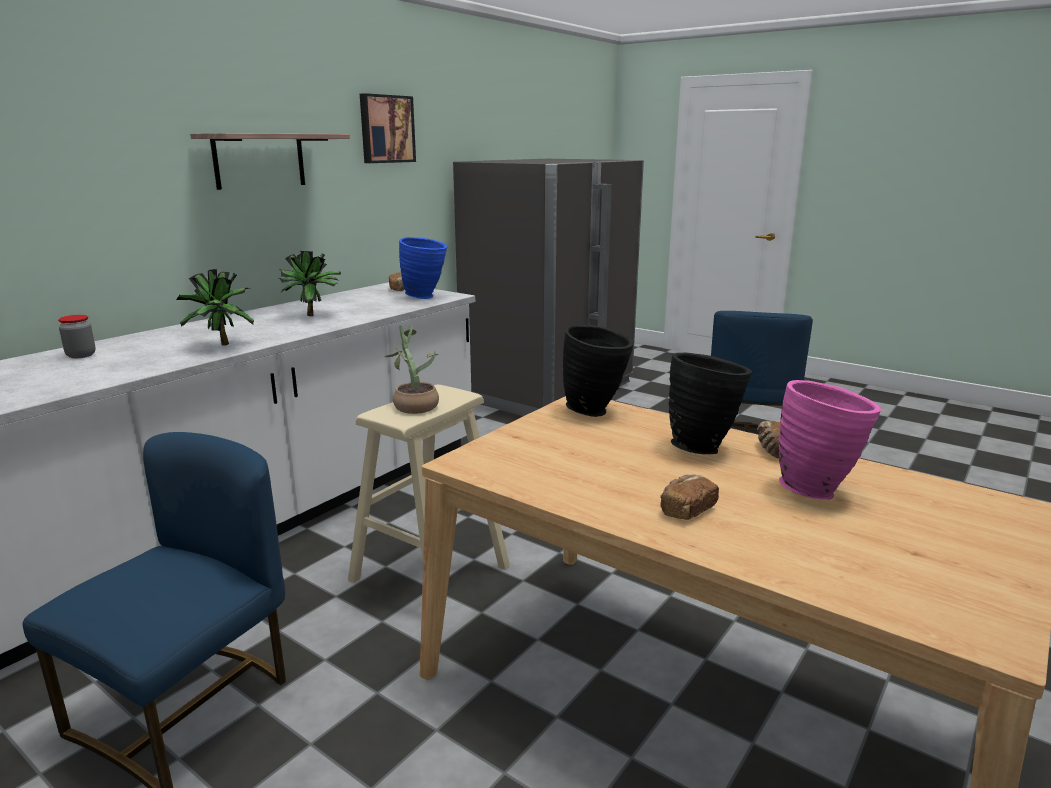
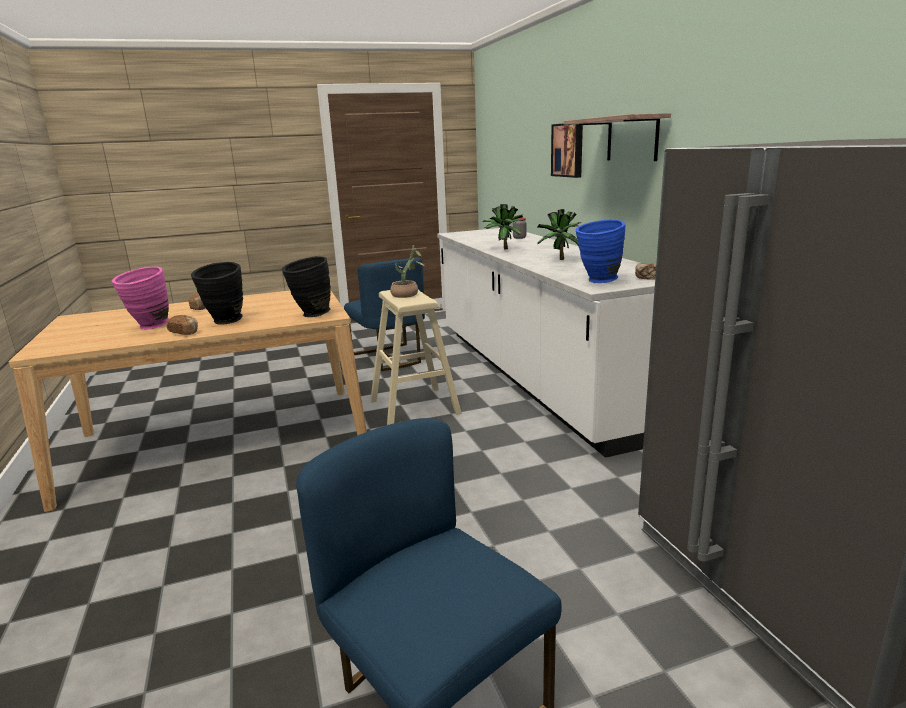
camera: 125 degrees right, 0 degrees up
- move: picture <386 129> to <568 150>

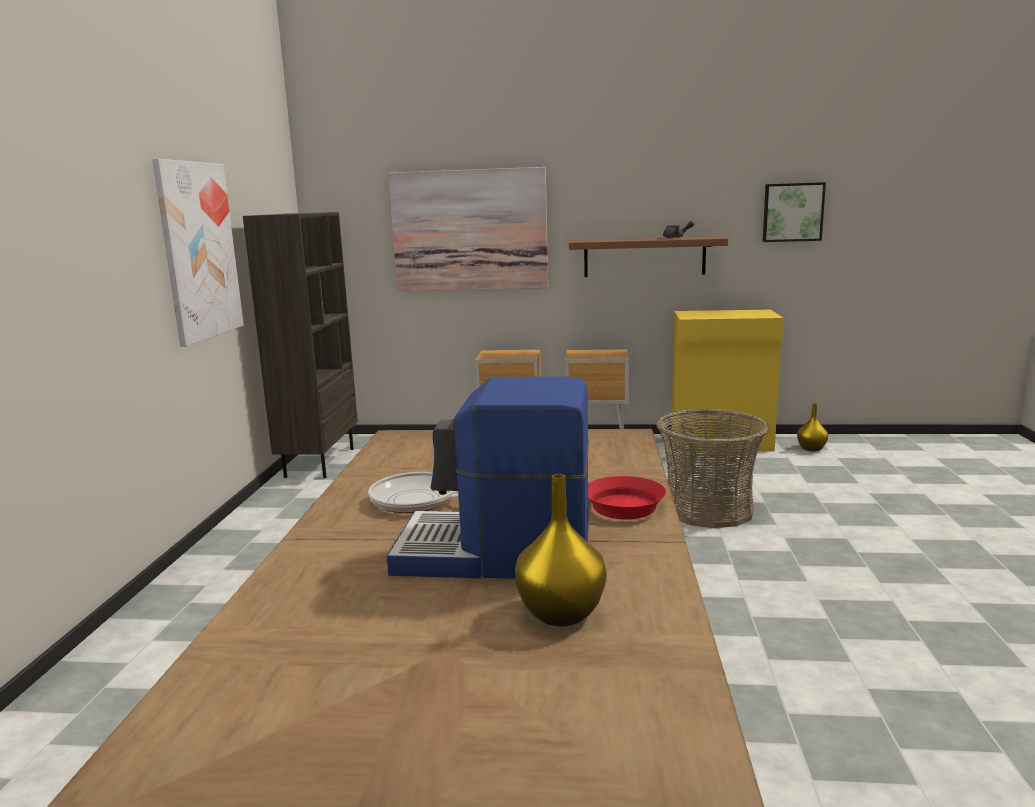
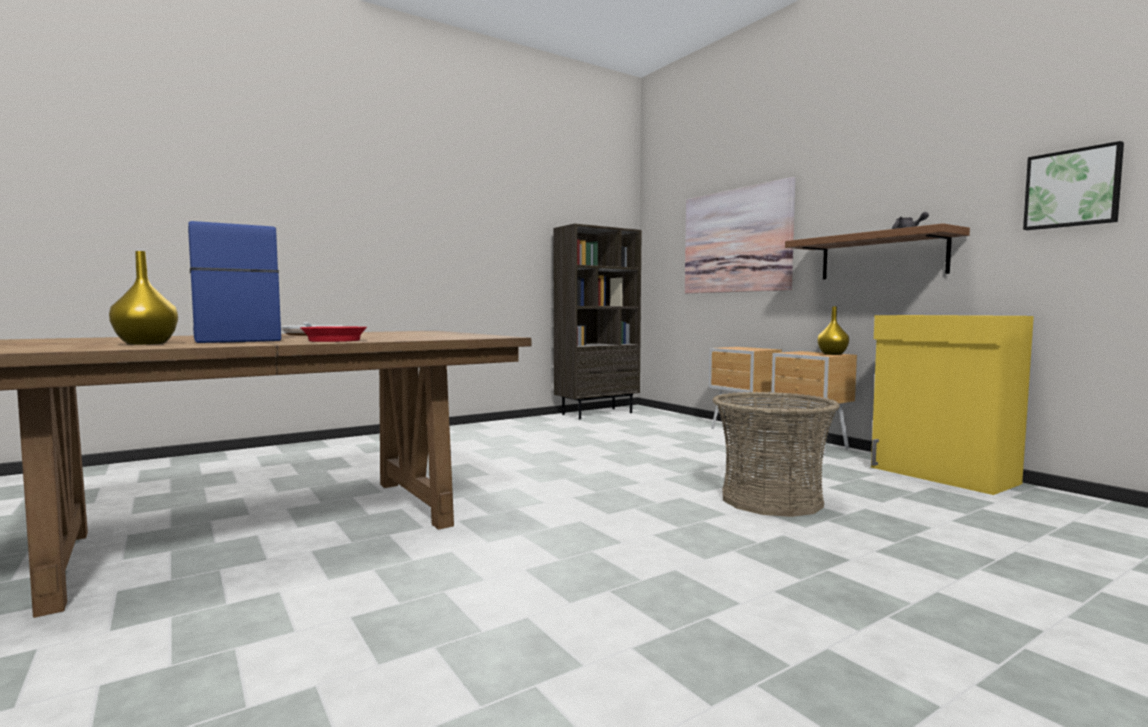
camera: 50 degrees right, 10 degrees down
- delete: picture <198 251>
- move: decorative vase/yellow <811 448> to <833 354>

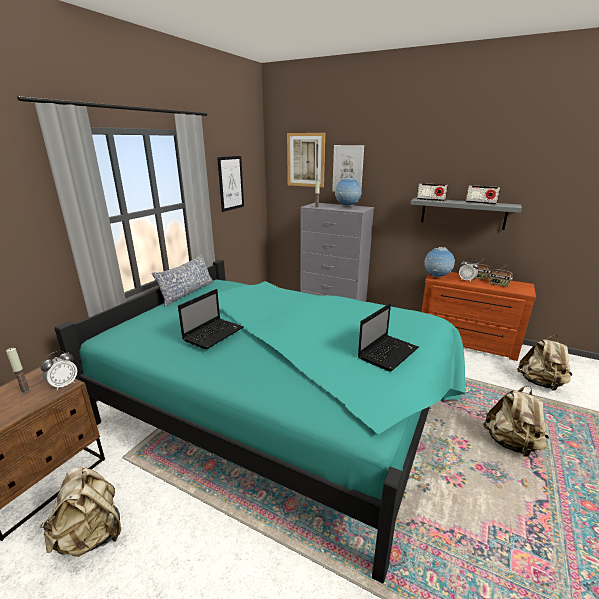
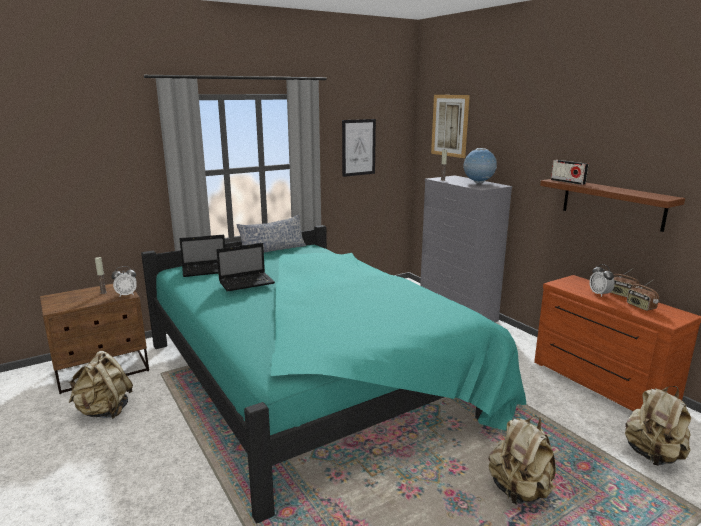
camera: 30 degrees right, 5 degrees down
- delete: picture <347 169>
- delete: radio receiver <481 203>
- recolor: bracket shelf/greyish <463 213> to bracket shelf/brownish <612 203>
- delete: world globe <436 277>
- move: portable computer <388 352> to <206 270>

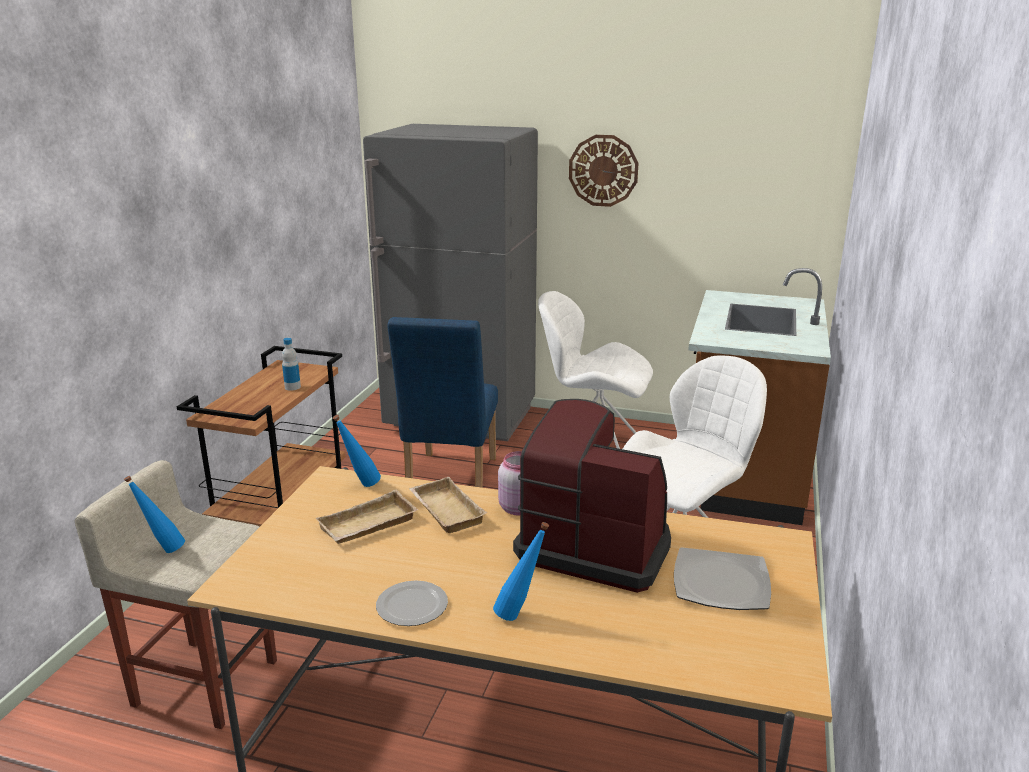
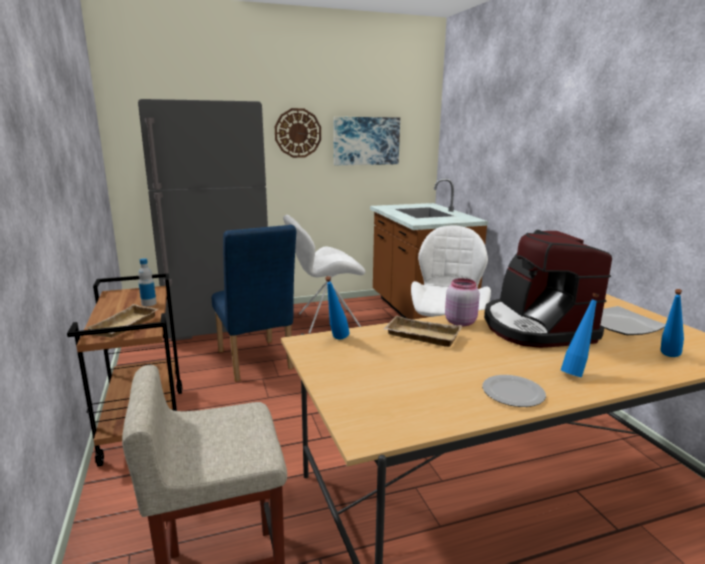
camera: 35 degrees left, 5 degrees down
- rotate: coffee maker <595 546> = <536 327> 90 degrees counterclockwise
- move: drink bottle/bluish <162 550> to <667 357>
- move: serving tray/beige <368 526> to <125 326>
- insert: picture <366 141>

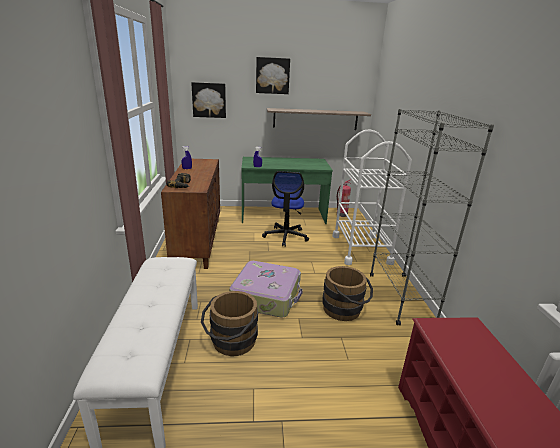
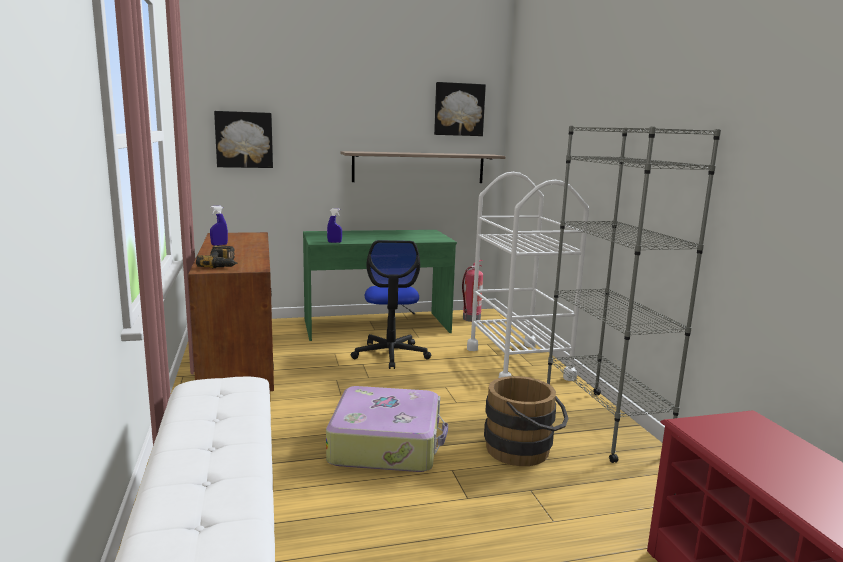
camera: 10 degrees left, 10 degrees down
- move: picture <272 75> to <459 109>
- delete: pail/brownish <231 343>

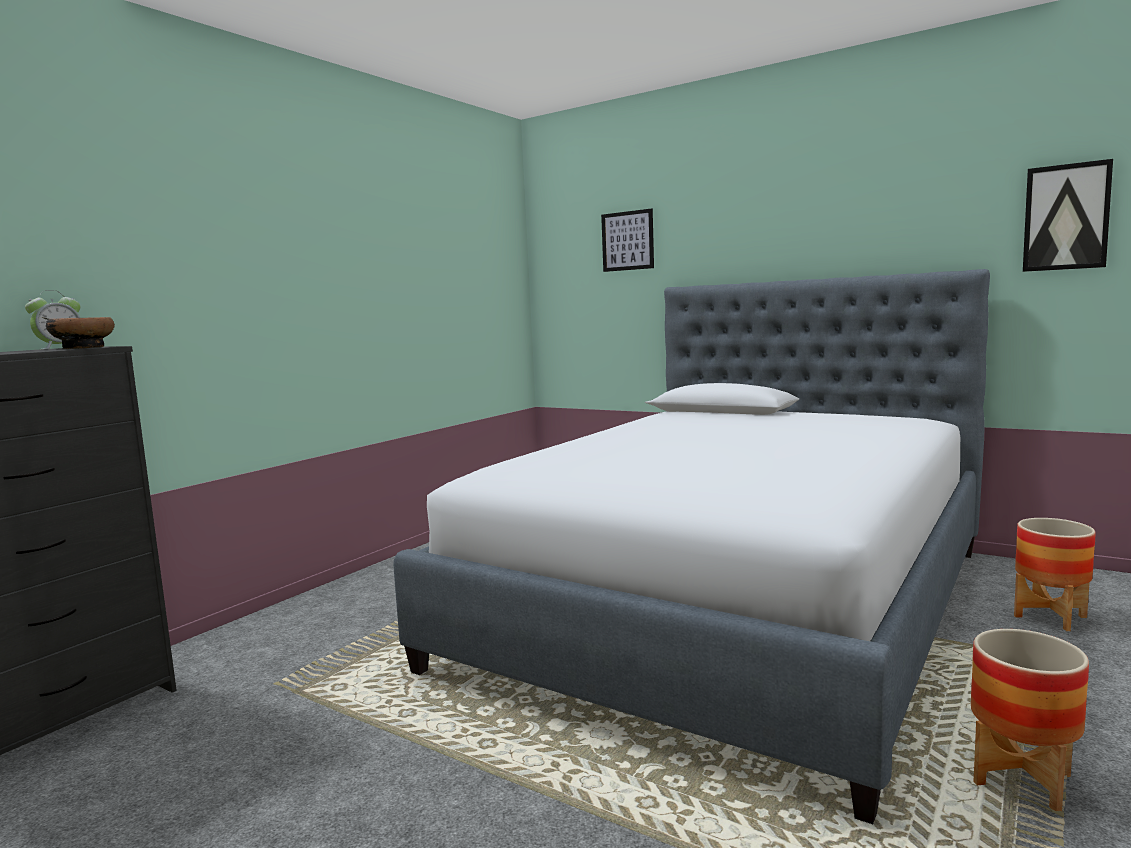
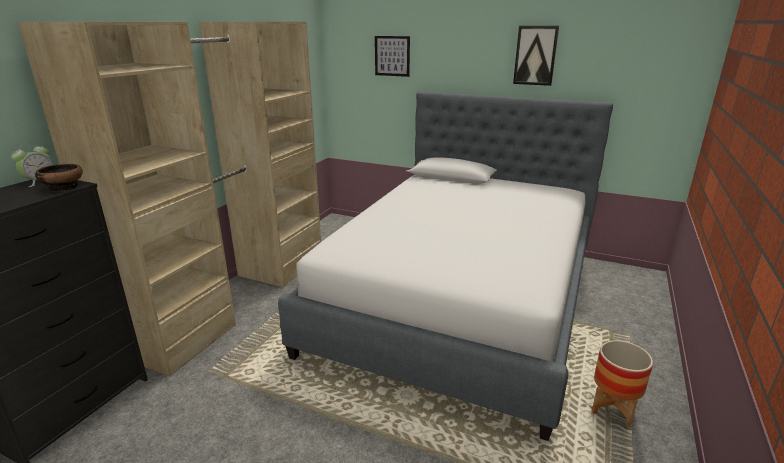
camera: 10 degrees left, 15 degrees up
- move: picture <1066 217> to <535 55>
- delete: plant pot <1050 617>
- insert: clothes cupboard/beige <237 297>

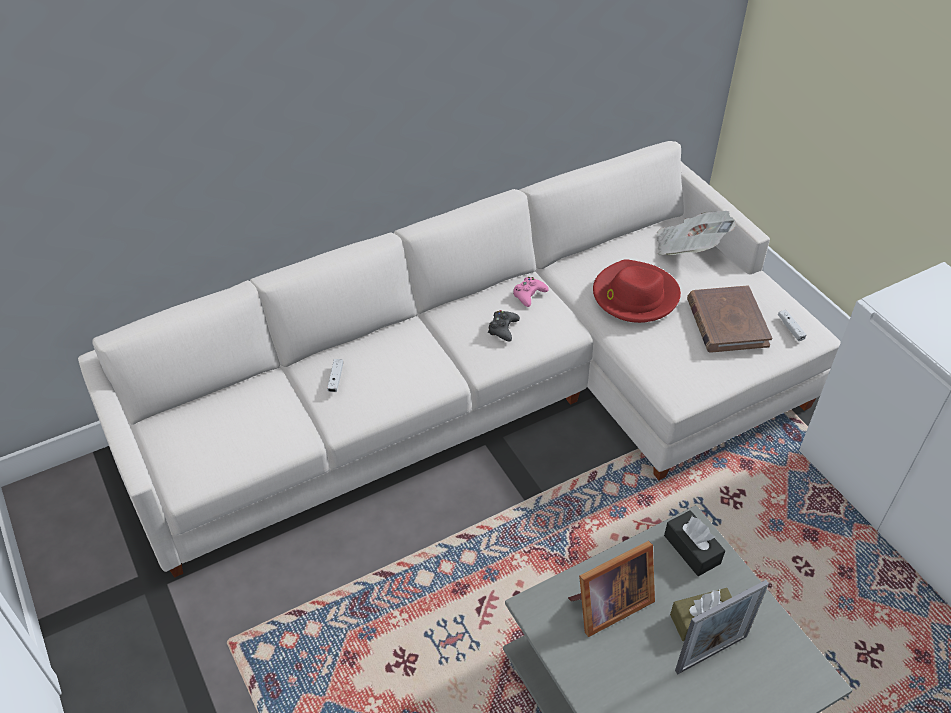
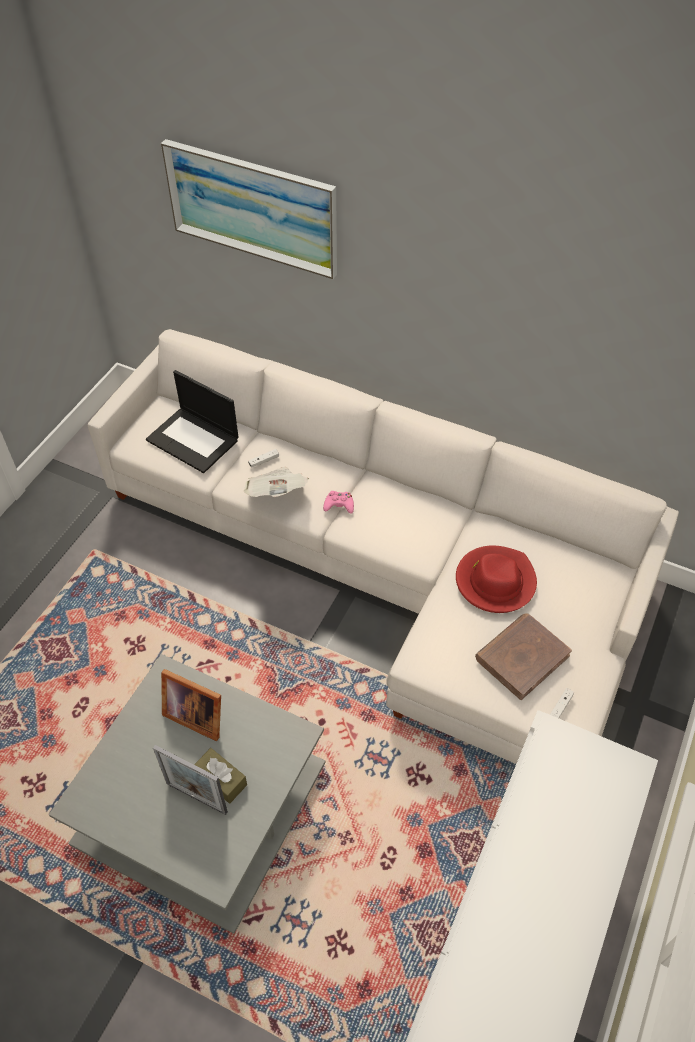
camera: 55 degrees right, 5 degrees up
- move: printed paper <689 248> to <277 493>
- move: gamepad/pink-coloured <529 295> to <339 505>
- delete: gamepad/black-coloured <503 329>
- delete: box of tissues/black-coloured <692 549>
- insert: picture <252 207>
- insert: portable computer <194 440>

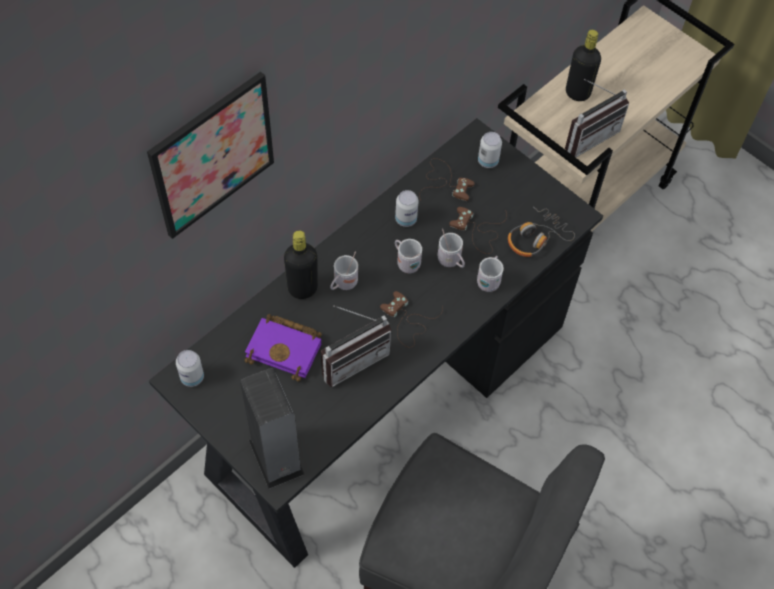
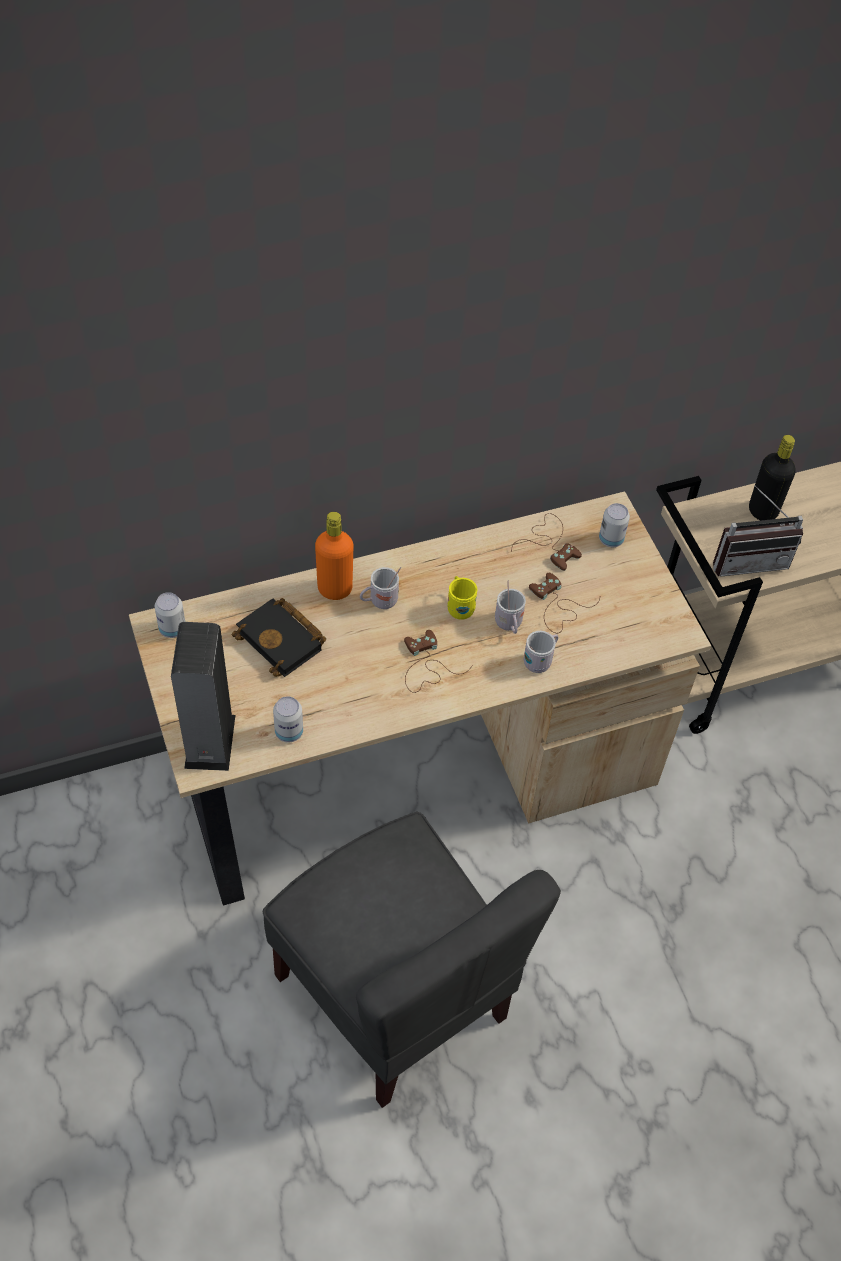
camera: 25 degrees right, 5 degrees down
- delete: picture <212 155>
- recolor: desk unit/black-coloured <380 399> to desk unit/beige <410 774>
- move: metal can <406 219> to <289 732>
- delete: headphones <536 238>
- recolor: drink bottle/black-coloured <302 288> to drink bottle/orange <335 589>
- recolor: mug/whitish <406 262> to mug/yellow <459 607>
- delete: radio receiver <352 358>
- recolor: book/purple <286 349> to book/black-coloured <283 641>

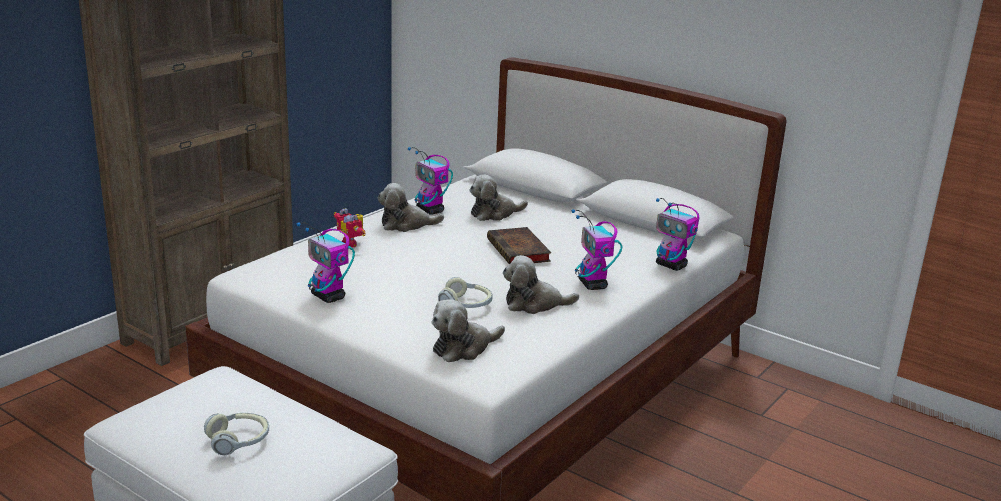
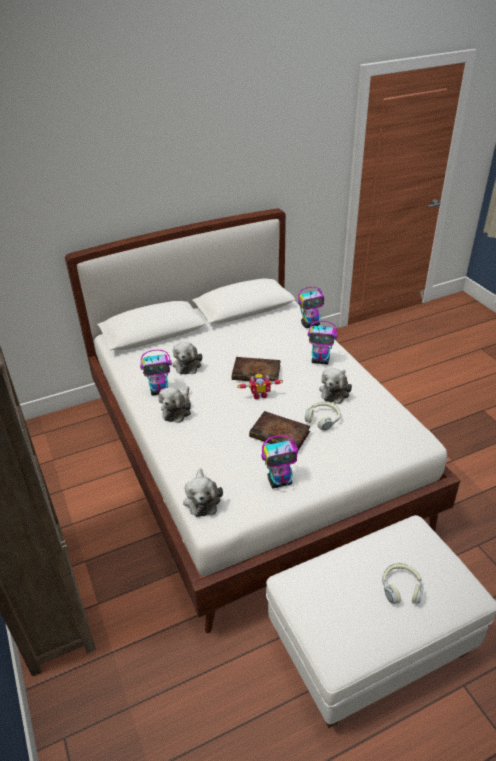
camera: 60 degrees left, 15 degrees up
- move: toy robot <352 243> to <259 394>
- move: soft toy <463 348> to <202 499>
- insert: book <281 434>

